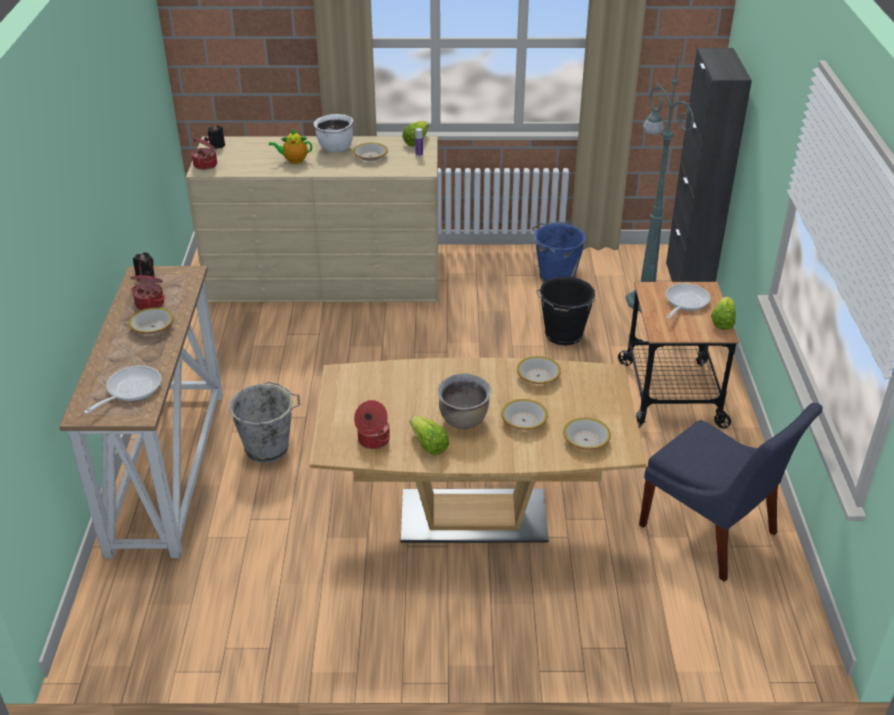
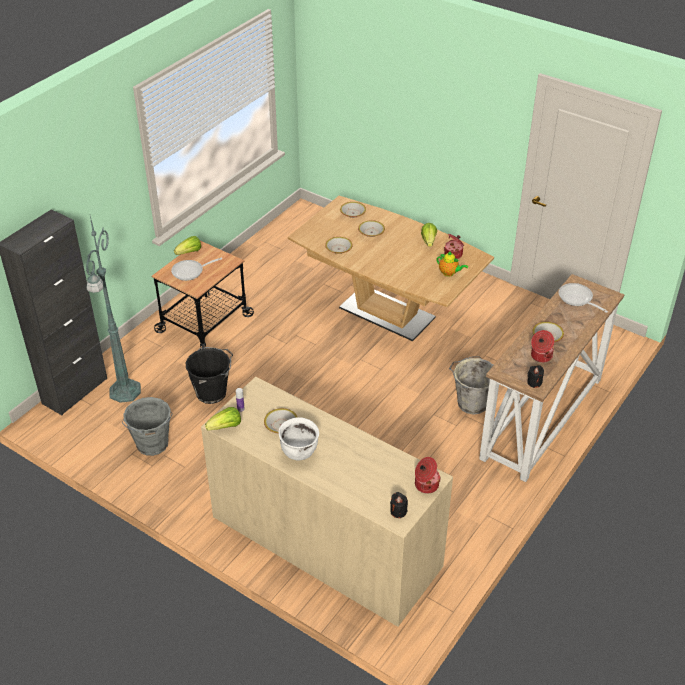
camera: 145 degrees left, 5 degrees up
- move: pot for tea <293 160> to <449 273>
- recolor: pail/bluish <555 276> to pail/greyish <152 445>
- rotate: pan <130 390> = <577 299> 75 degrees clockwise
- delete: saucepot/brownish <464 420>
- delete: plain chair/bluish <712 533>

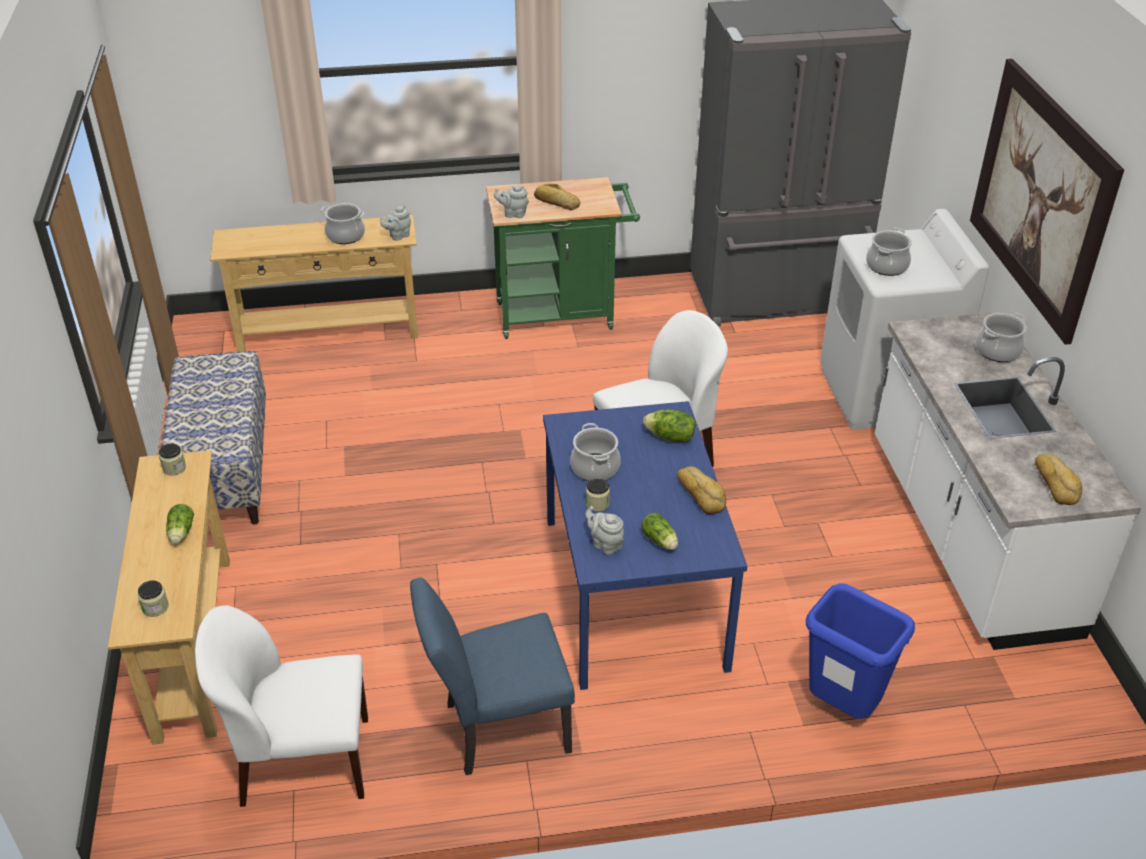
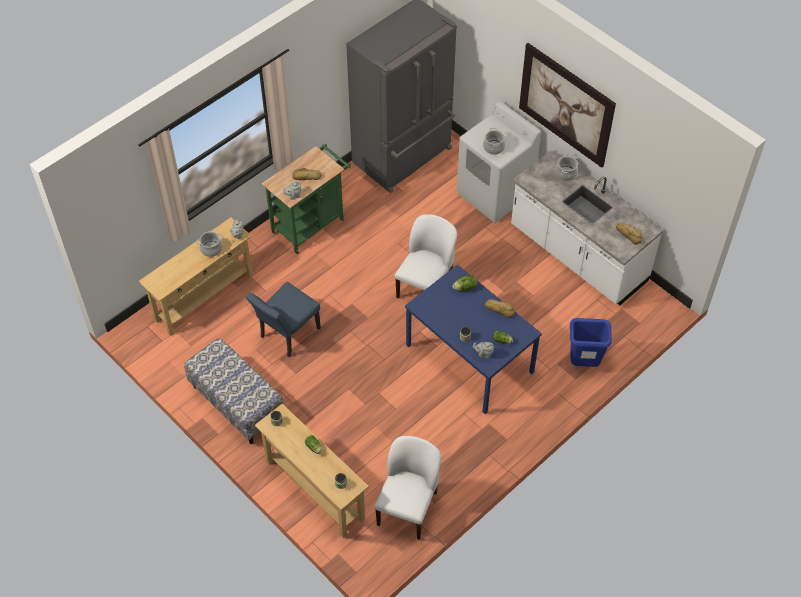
camera: 35 degrees left, 15 degrees up
- delete: saucepot <594 468>
- move: plain chair/bluish <497 729> to <286 335>
- rotate: plain chair/whitish <302 762> = <408 507> 150 degrees clockwise

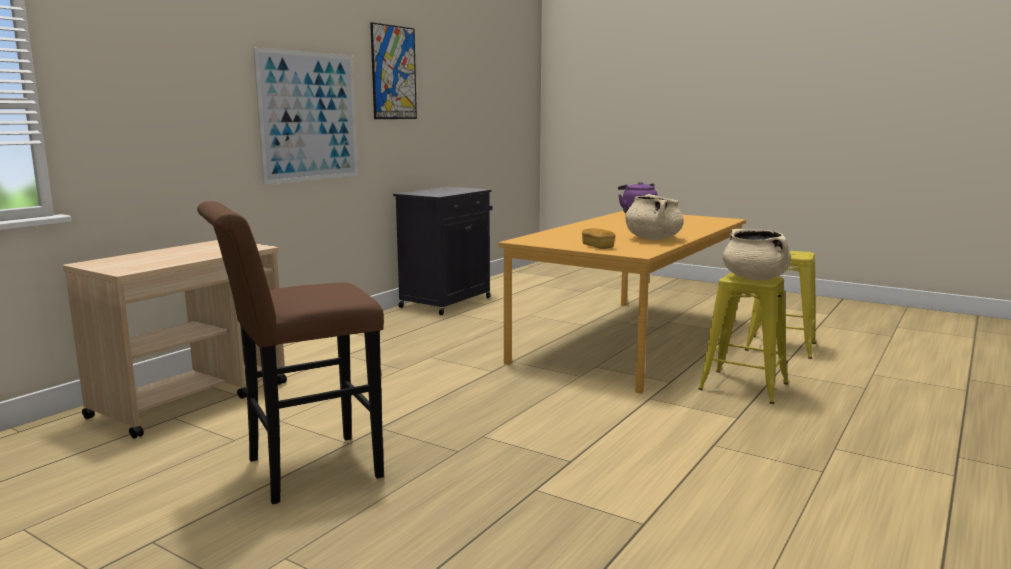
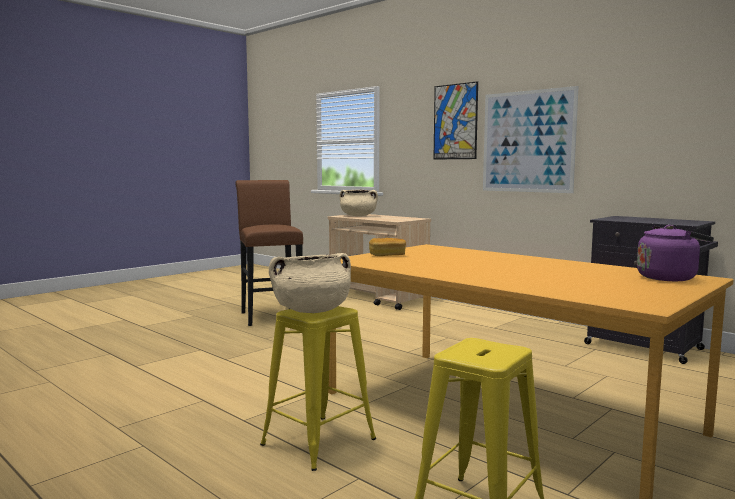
camera: 100 degrees right, 5 degrees down
- move: picture <394 73> to <455 122>
- move: saucepot/beige <653 239> to <358 216>

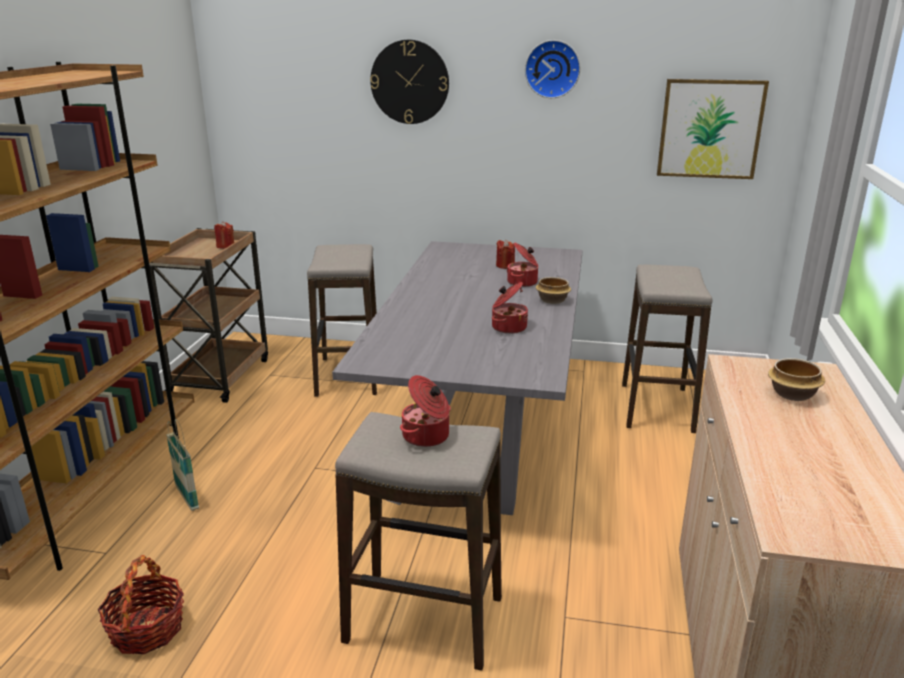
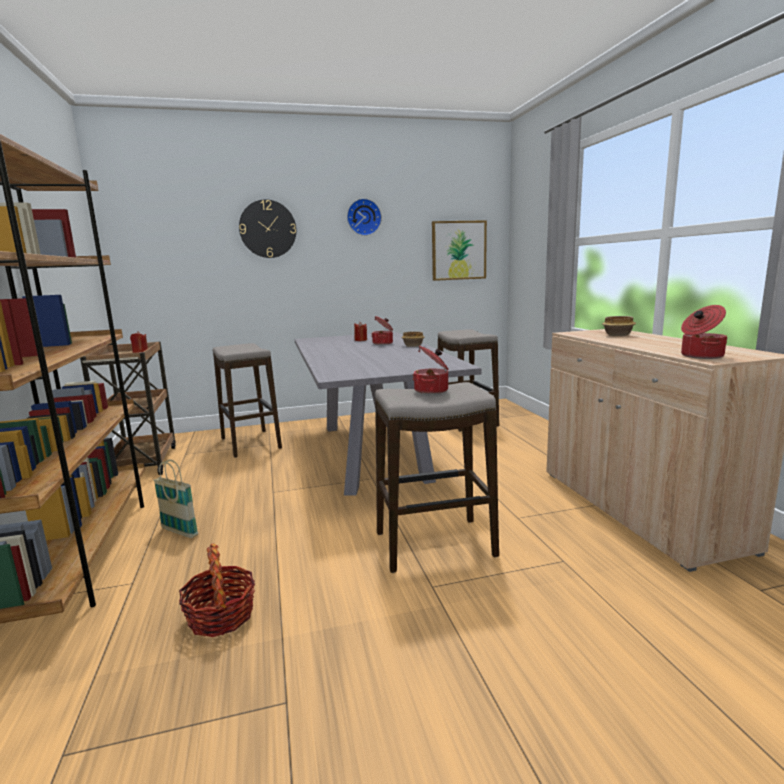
camera: 25 degrees left, 10 degrees down
- move: saucepot <508 327> to <700 356>

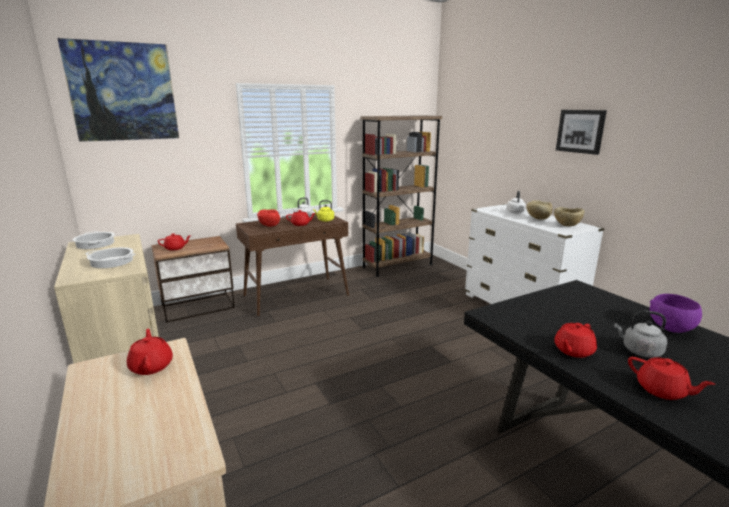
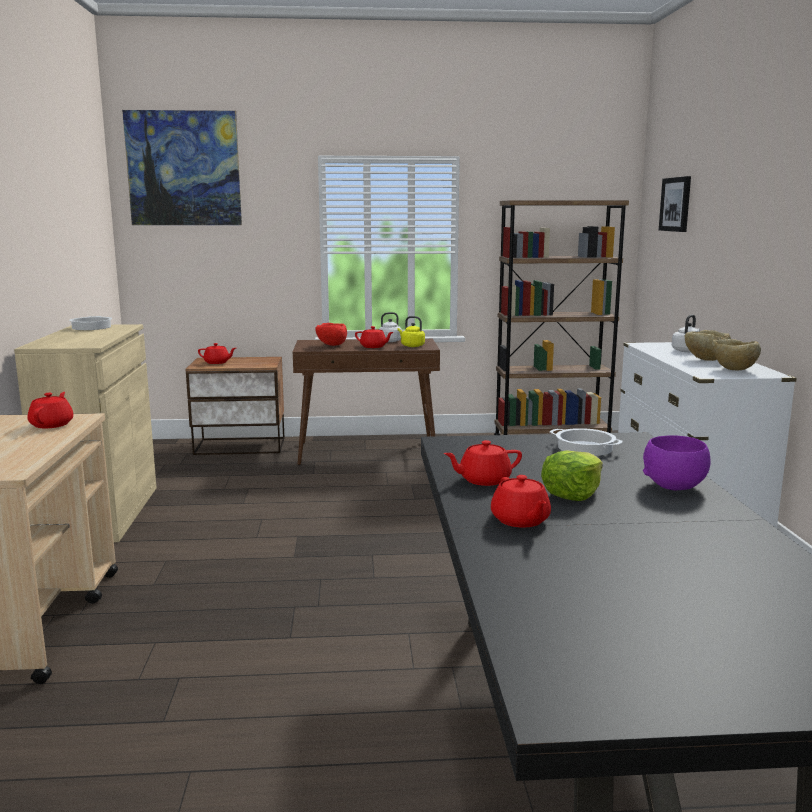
camera: 25 degrees right, 5 degrees down
- move: picture <580 131> to <676 204>
- move: saucepot <112 261> to <585 448>
- replace: kettle/greyish <639 351> to lettuce <572 493>

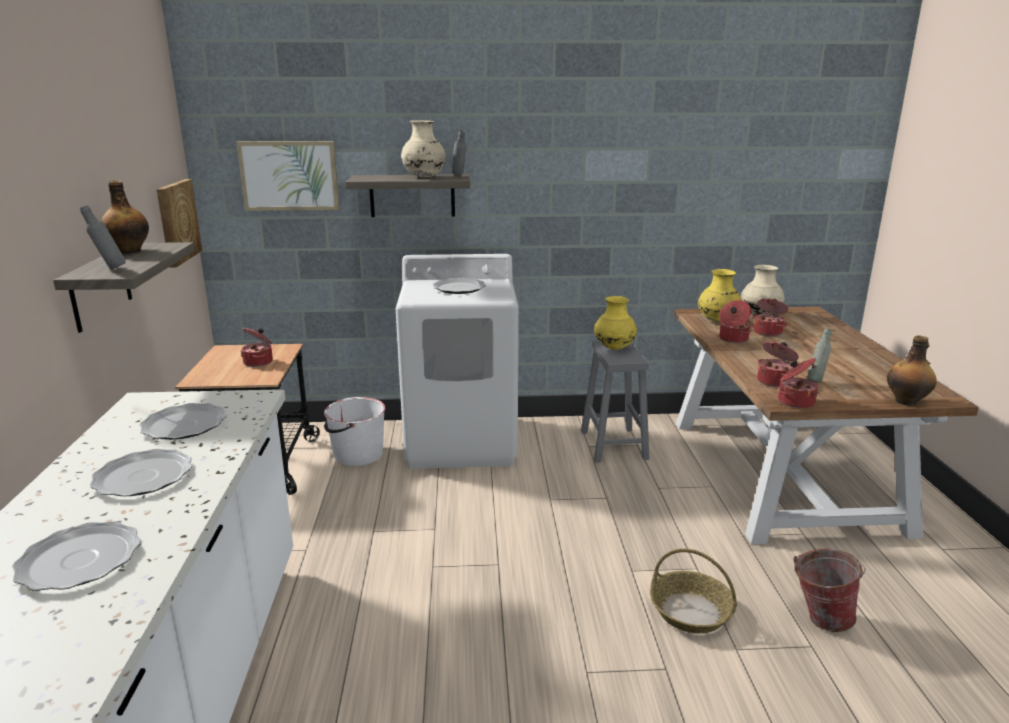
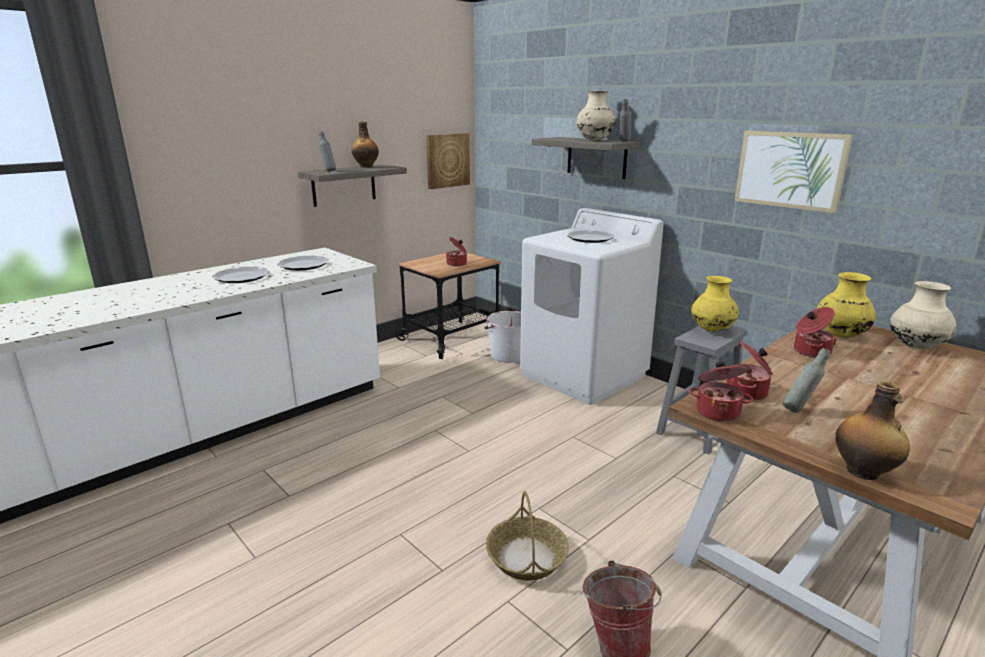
camera: 50 degrees right, 0 degrees up
- move: picture <289 175> to <790 170>
- delete: saucepot <768 332>
- delete: dinner plate <79 560>

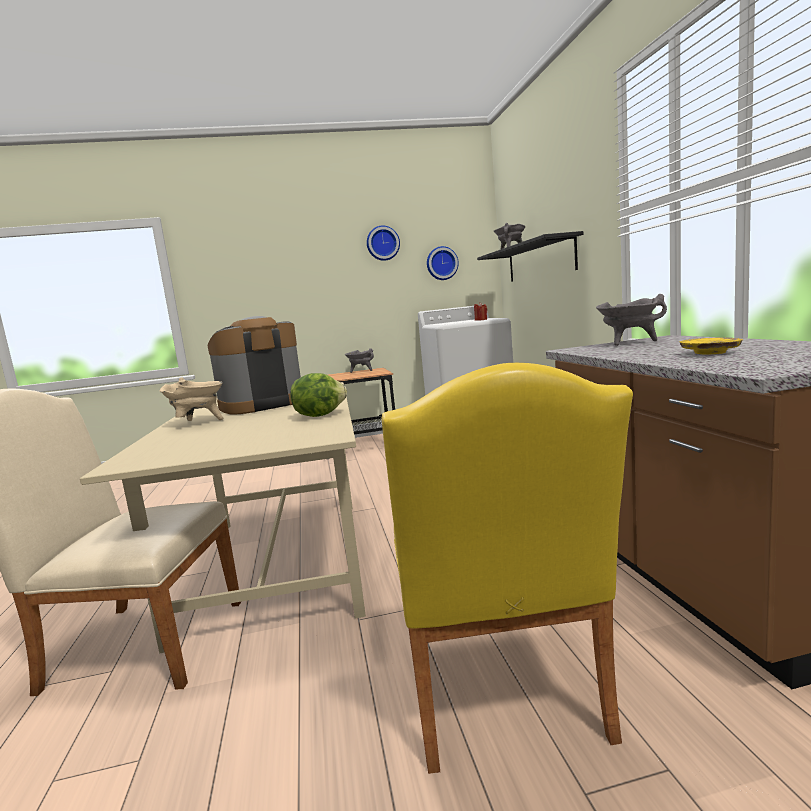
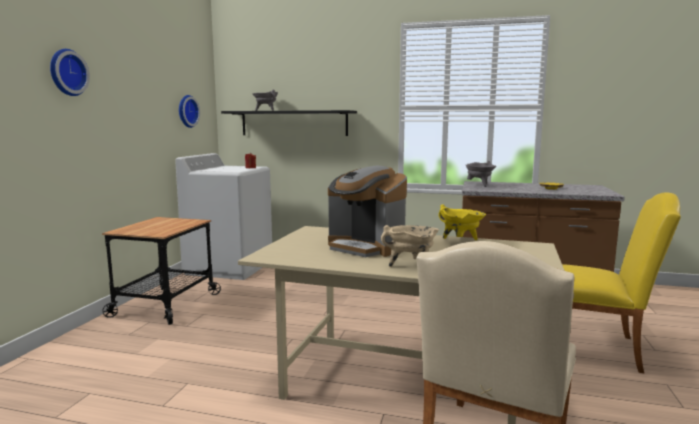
camera: 65 degrees left, 0 degrees up
- move: wall clock <382 243> to <66 72>
- rotate: coffee maker <261 405> = <366 247> 45 degrees counterclockwise
- delete: saucepot/greyish <361 371>
- replace: lettuce <319 415> to saucepot/yellow <460 241>

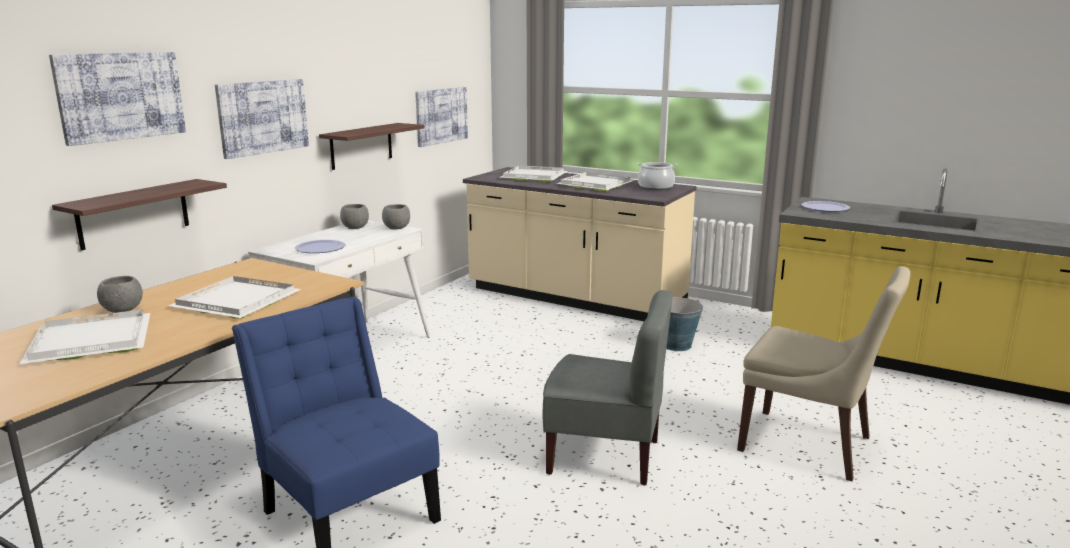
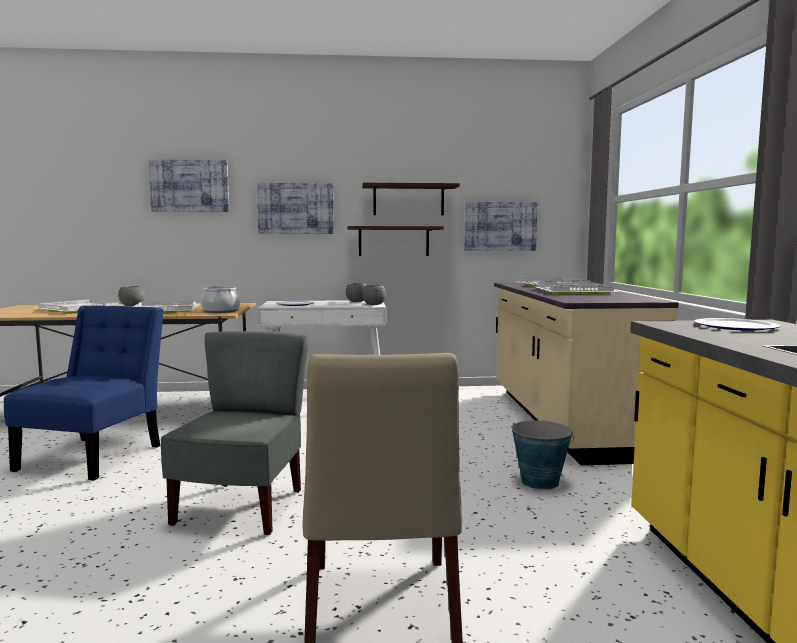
camera: 55 degrees right, 10 degrees down
- move: saucepot <655 187> to <221 311>
- move: bracket shelf <133 214> to <408 200>
- rotate: plain chair/greyish <605 456> = <242 507> 150 degrees counterclockwise

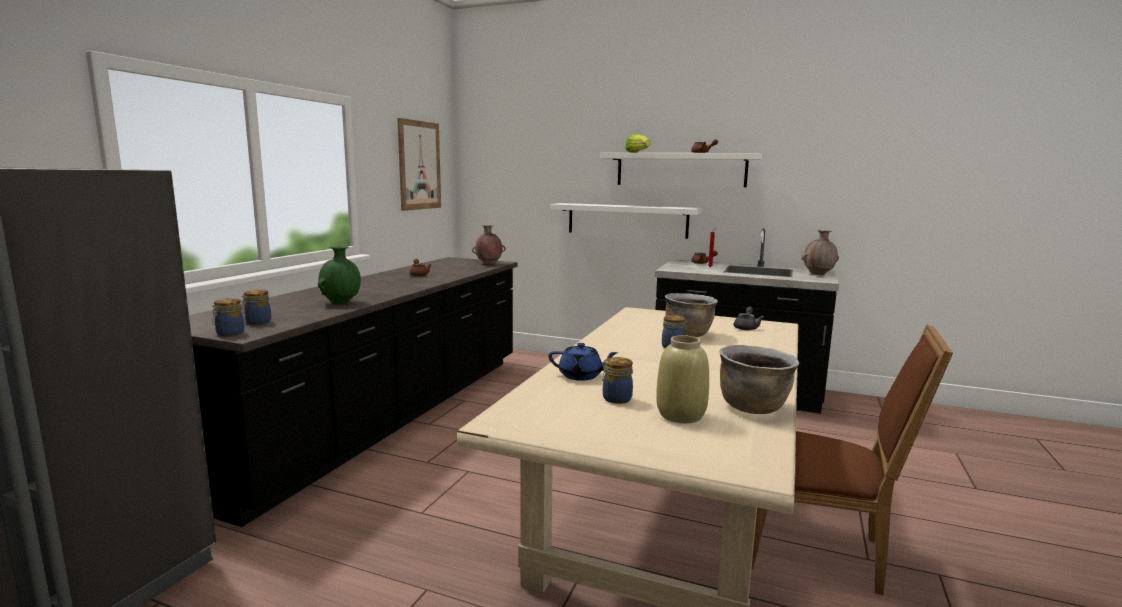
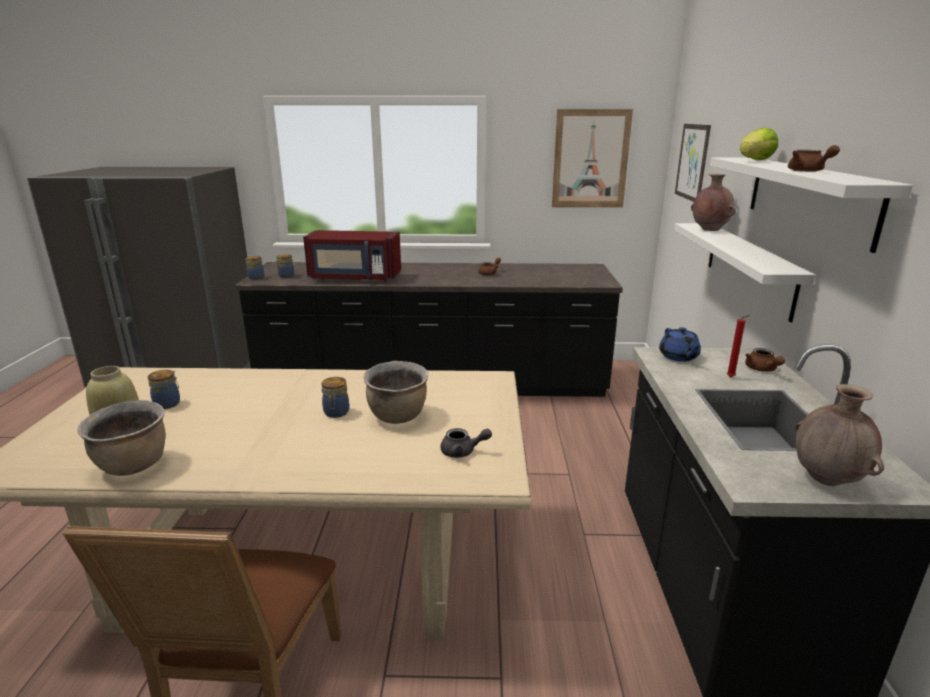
camera: 70 degrees right, 10 degrees up
- move: decorative vase/brownish <488 264> to <709 230>
- replace: decorative vase/green-coloured <341 303> to microwave/red <354 278>
- move: pot for tea/bluish <581 376> to <678 357>
- insert: picture <692 162>

